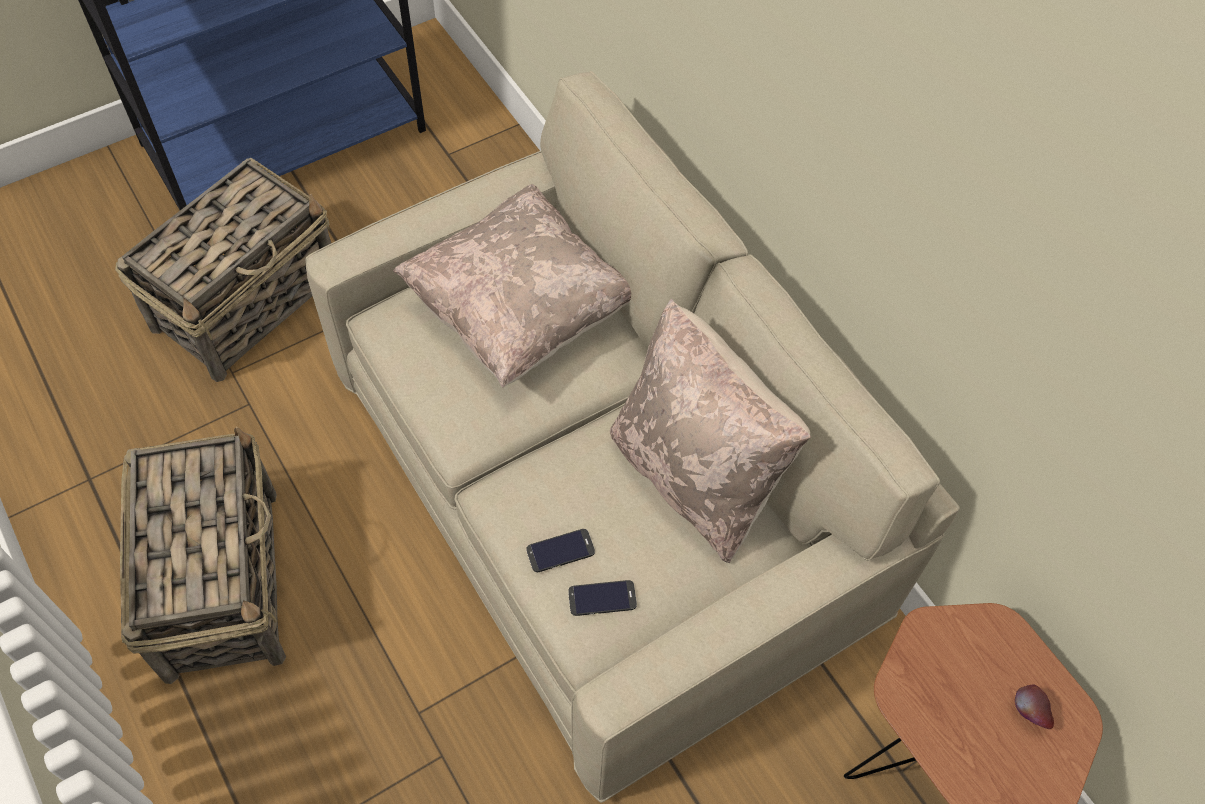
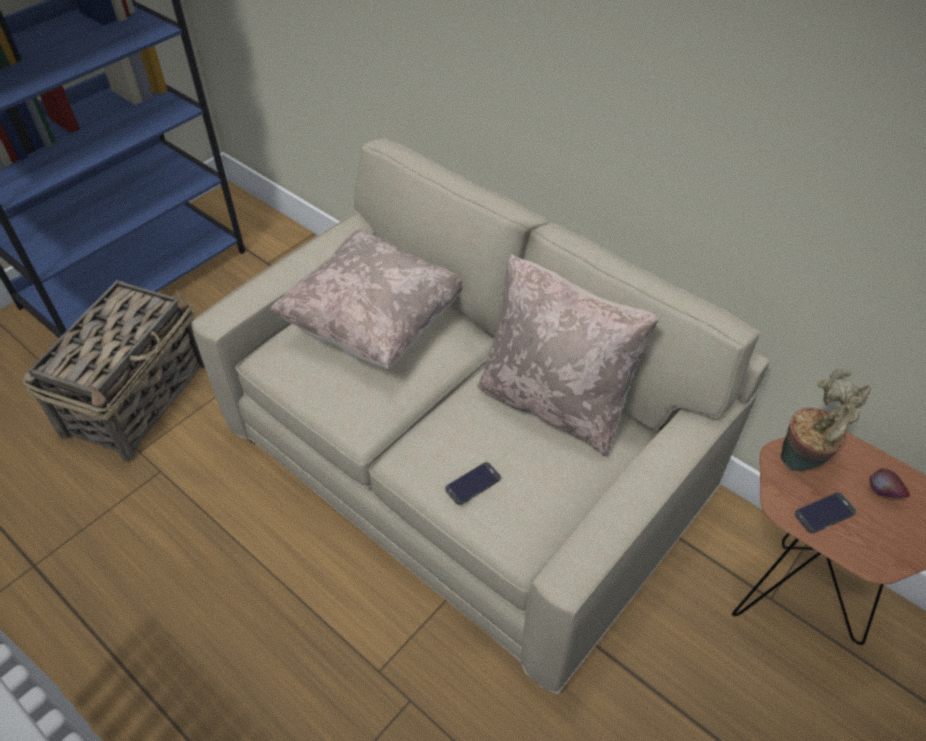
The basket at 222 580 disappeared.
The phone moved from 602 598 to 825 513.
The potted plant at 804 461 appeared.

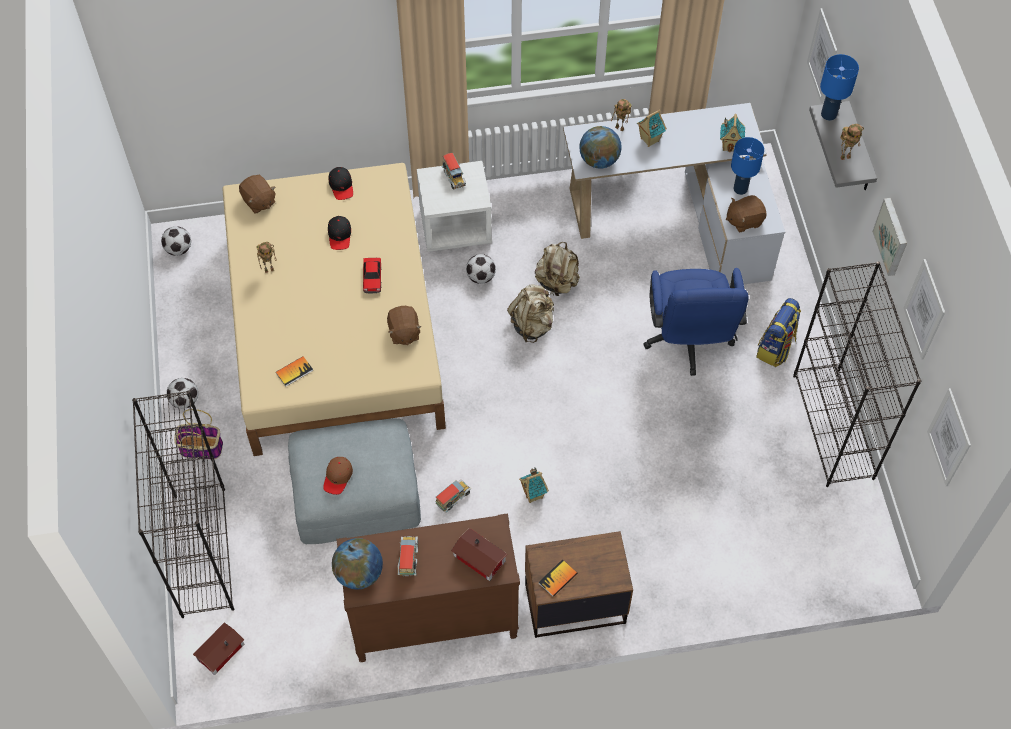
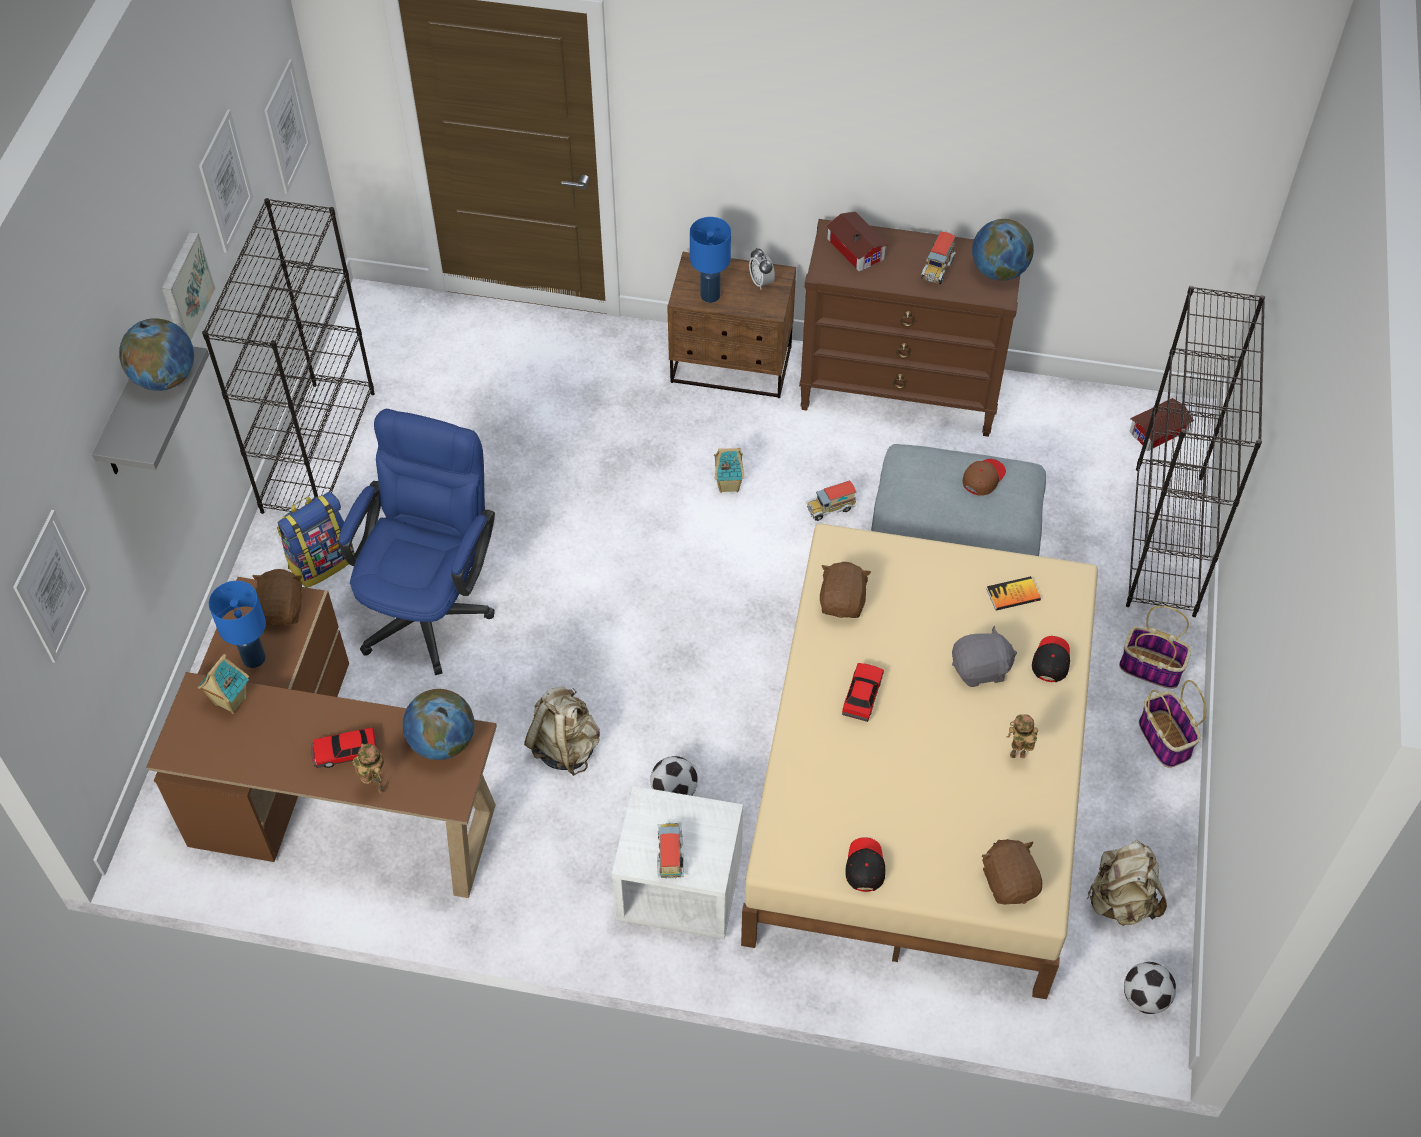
The blue table lamp moved from 828 114 to 710 296.
The white desk at 678 216 became the brown desk at 330 793.
The toy house at 649 140 was replaced by the toy car at 345 752.
The toy robot at 845 156 was replaced by the globe at 165 378.
The brown plush toy at 744 220 turned 90 degrees counterclockwise.
The black cap moved from 340 235 to 1051 661.
The beige backpack moved from 532 324 to 1121 900.
The football at 185 401 was replaced by the basket at 1165 740.
The book at 557 578 was replaced by the alarm clock at 761 282.
The grey plush toy at 980 669 appeared.

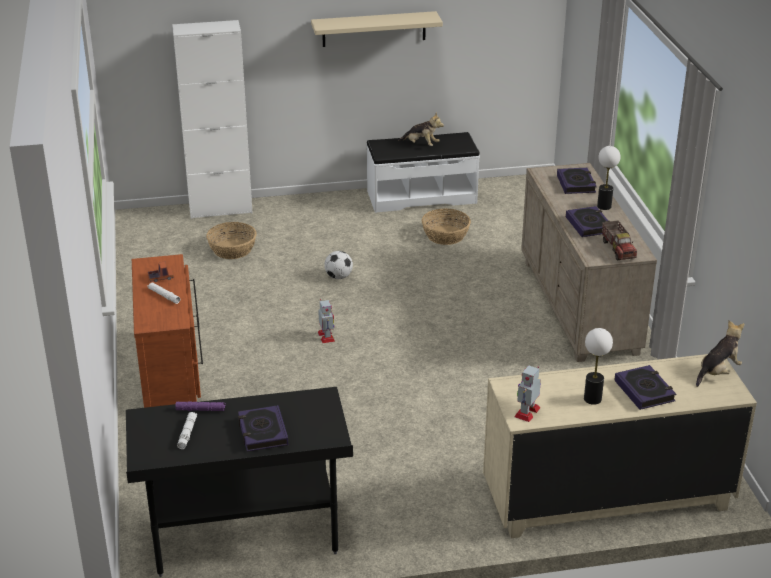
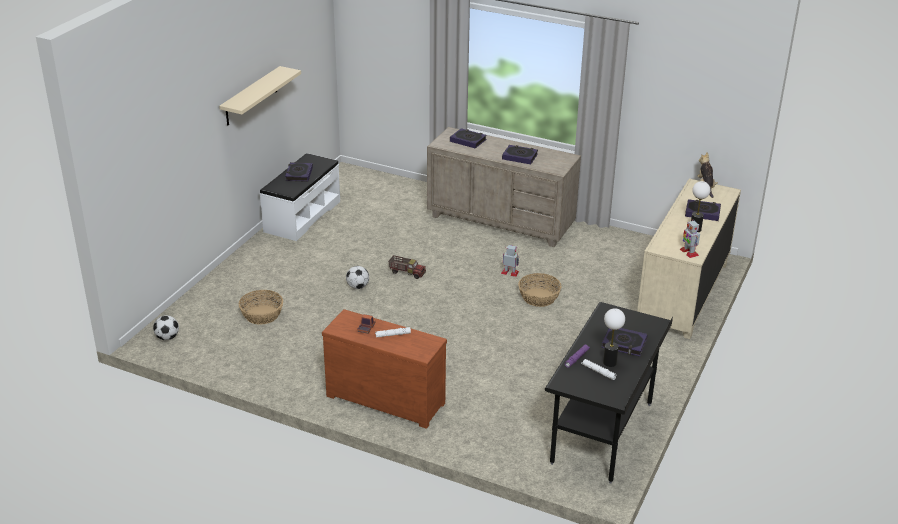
The white cabinet at 220 209 disappeared.
The plush toy at 421 144 was replaced by the book at 299 174.
The table lamp moved from 604 206 to 609 362.
The basket moved from 445 235 to 538 297.
The toy truck moved from 618 249 to 407 272.
The toy robot moved from 326 336 to 510 272.
The football at 167 337 appeared.

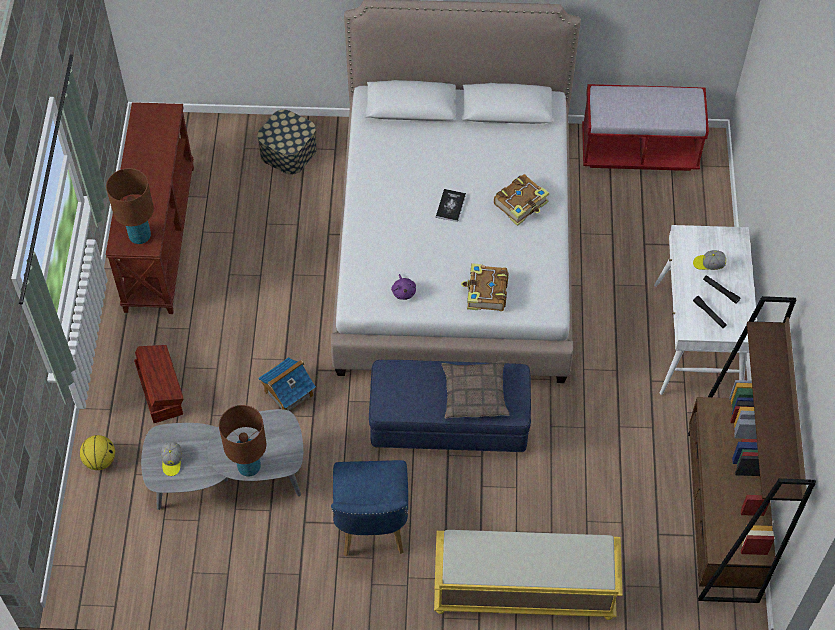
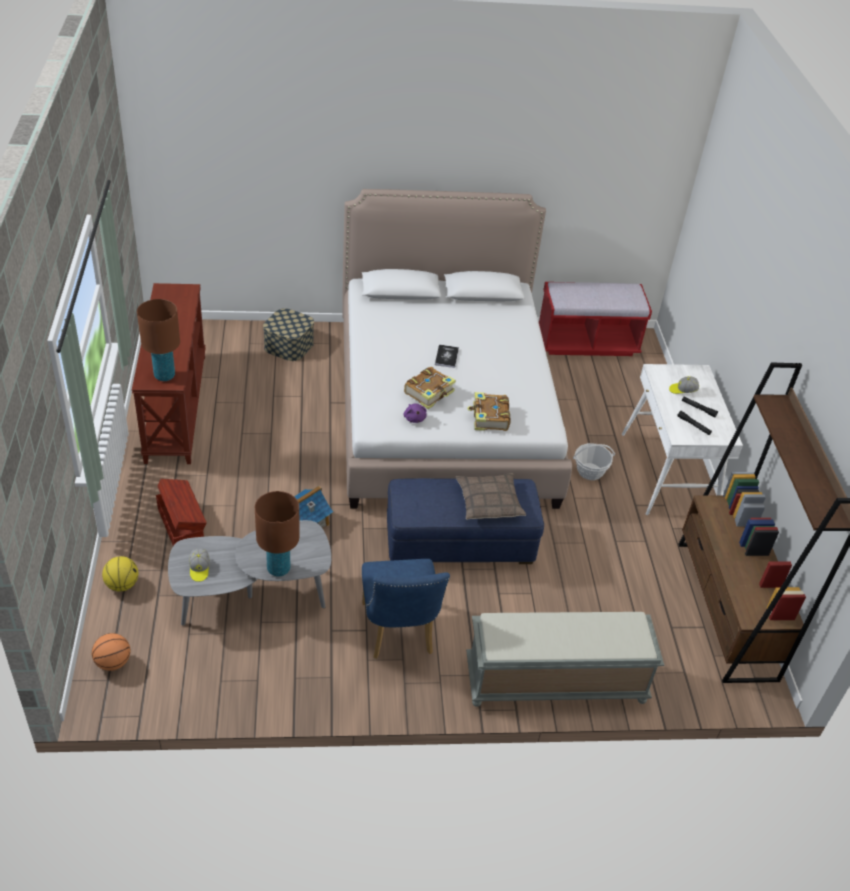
The book moved from 521 204 to 430 393.
The yellow bench at 523 591 became the grey bench at 554 682.
The basket at 590 471 appeared.
The basketball at 113 662 appeared.

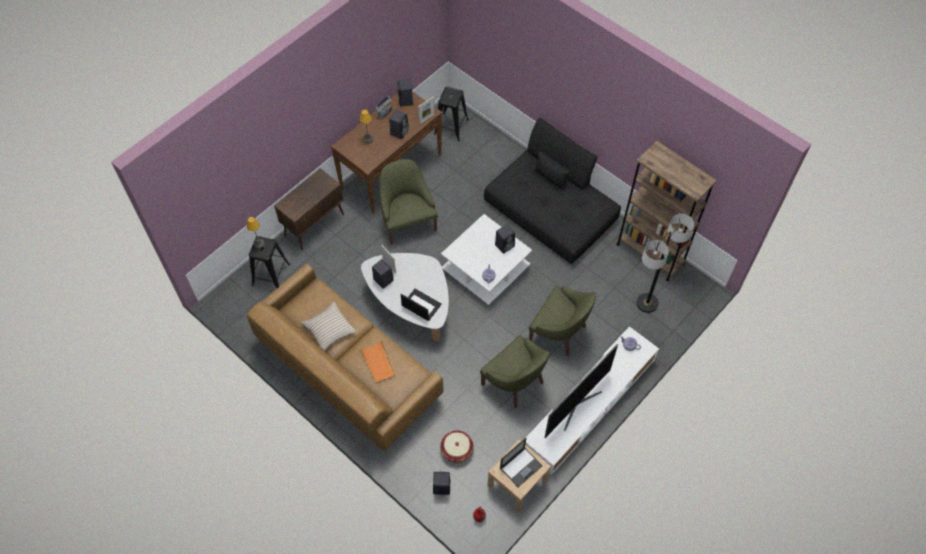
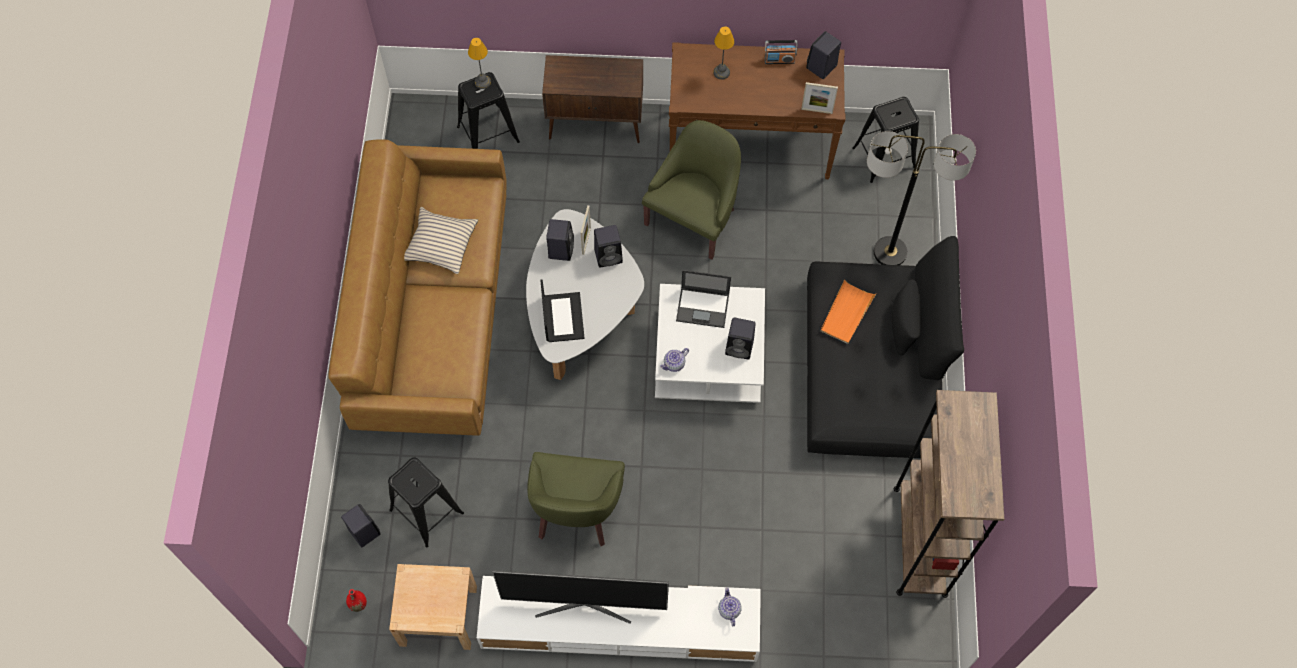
The black speaker moved from 399 131 to 609 255.
The floor lamp moved from 647 303 to 890 252.
The green armchair at 559 332 disappeared.
The orange tray moved from 378 363 to 846 313.
The basket at 456 450 was replaced by the black stool at 427 512.
The laptop moved from 521 466 to 703 307.

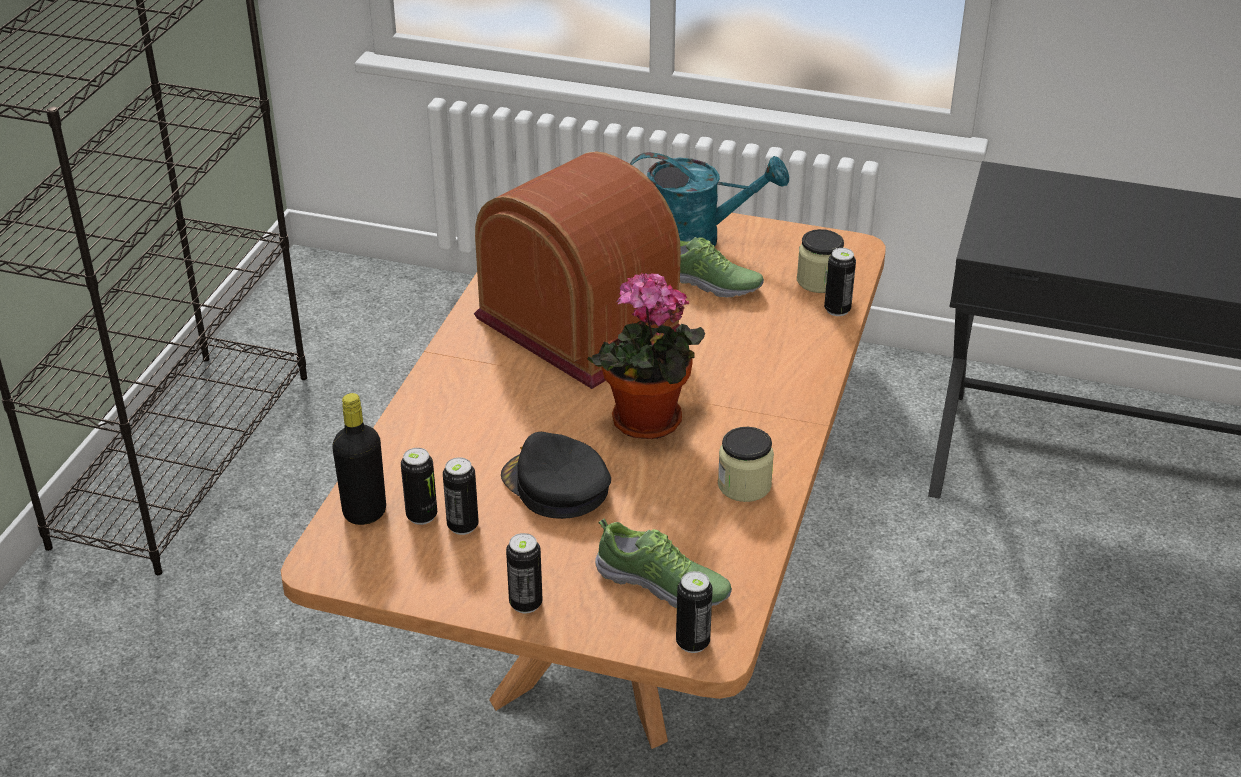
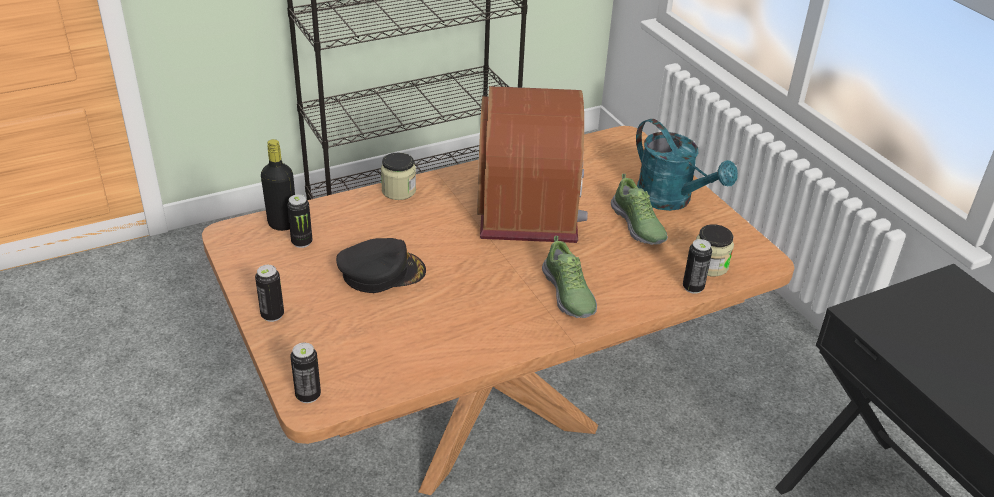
The potted plant at 645 424 disappeared.
The jar moved from 744 485 to 398 191.
The black cap at 555 486 turned 75 degrees clockwise.
The can at 463 526 disappeared.
The shoe moved from 663 585 to 568 294.

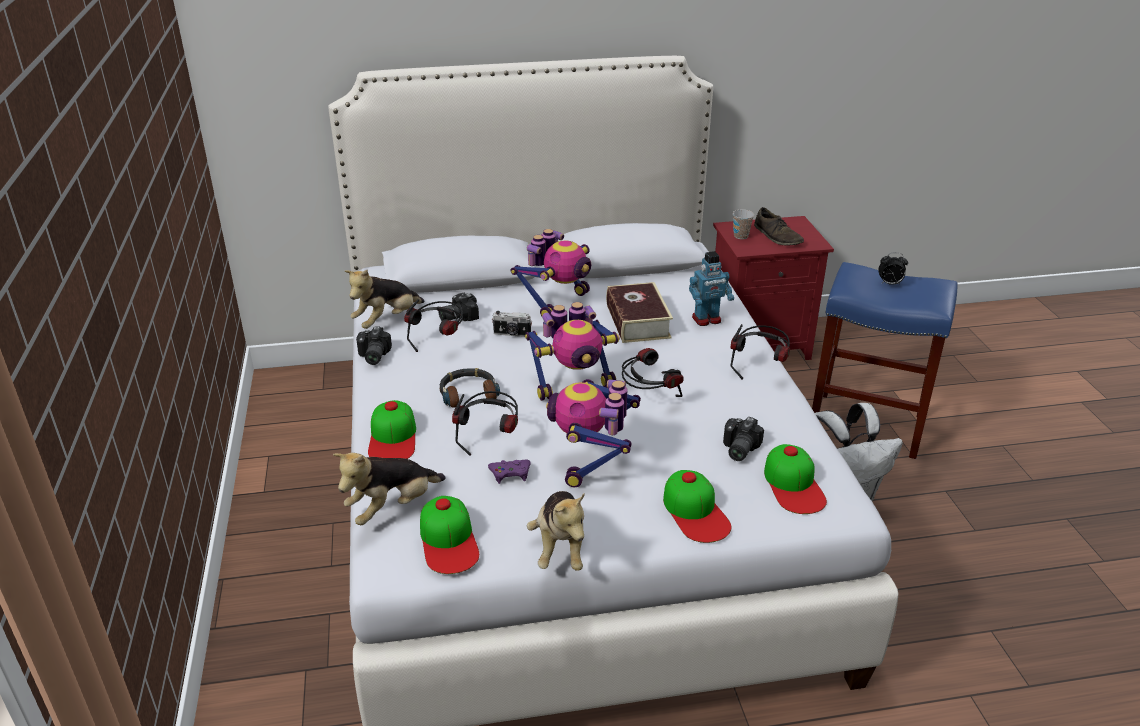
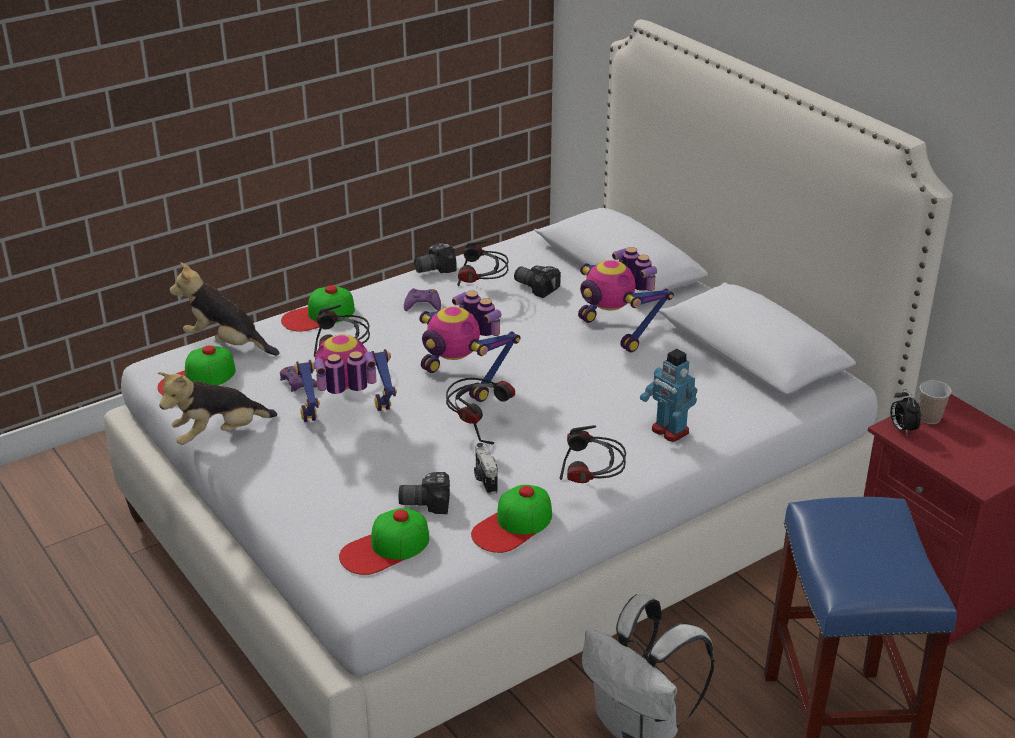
The brown shoe at 777 236 disappeared.
The toy robot at 557 302 turned 45 degrees clockwise.
The alarm clock moved from 889 284 to 902 429.
The plush toy at 387 320 disappeared.
The book at 637 321 disappeared.
The photo camera moved from 512 334 to 484 480.
The headphones at 468 393 disappeared.
The cap moved from 695 512 to 513 525.
The purple game controller at 423 304 appeared.

